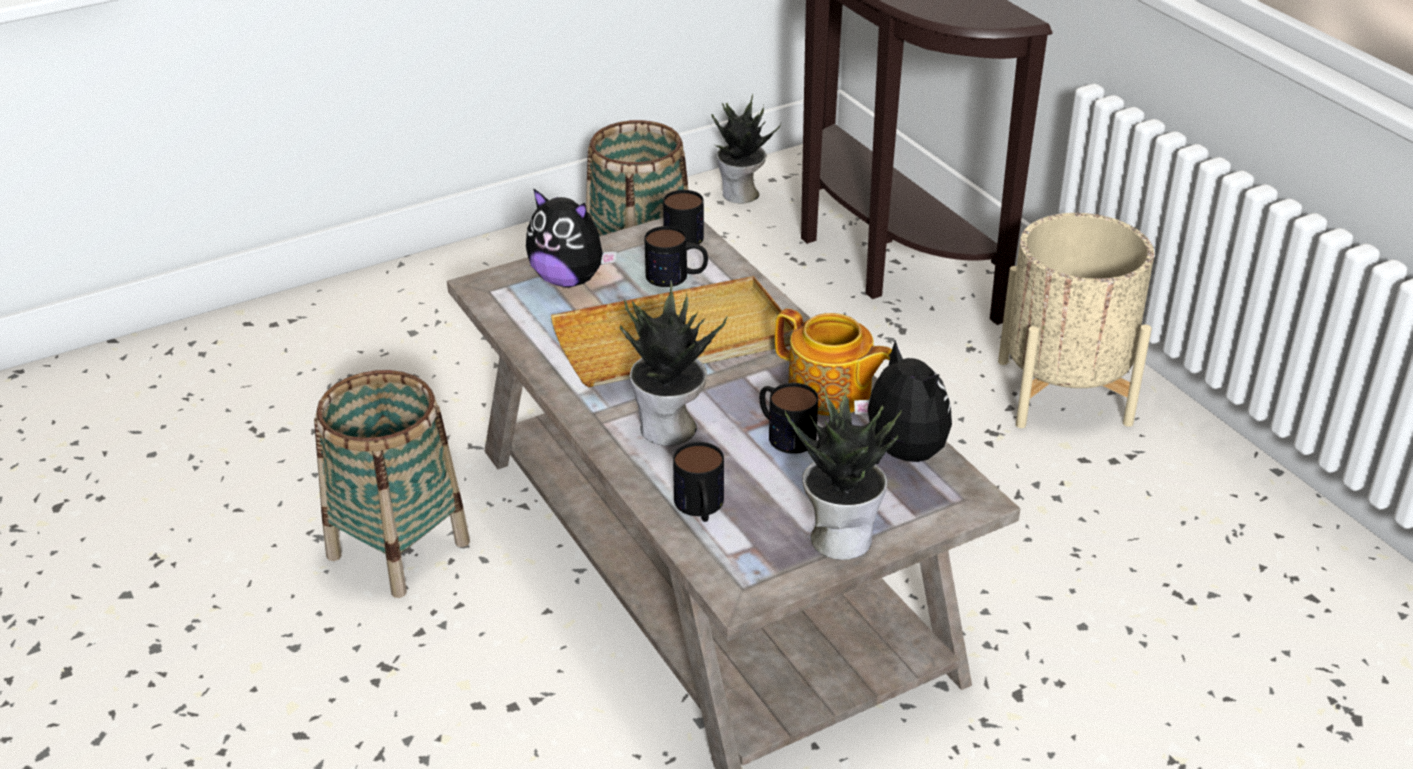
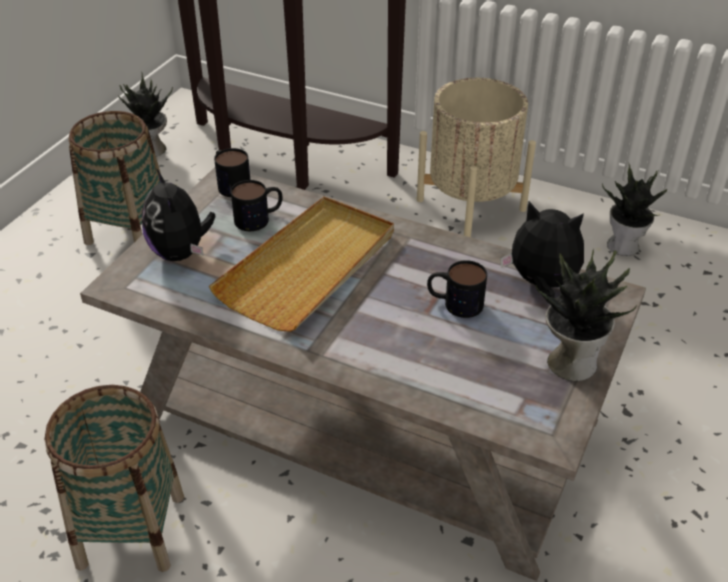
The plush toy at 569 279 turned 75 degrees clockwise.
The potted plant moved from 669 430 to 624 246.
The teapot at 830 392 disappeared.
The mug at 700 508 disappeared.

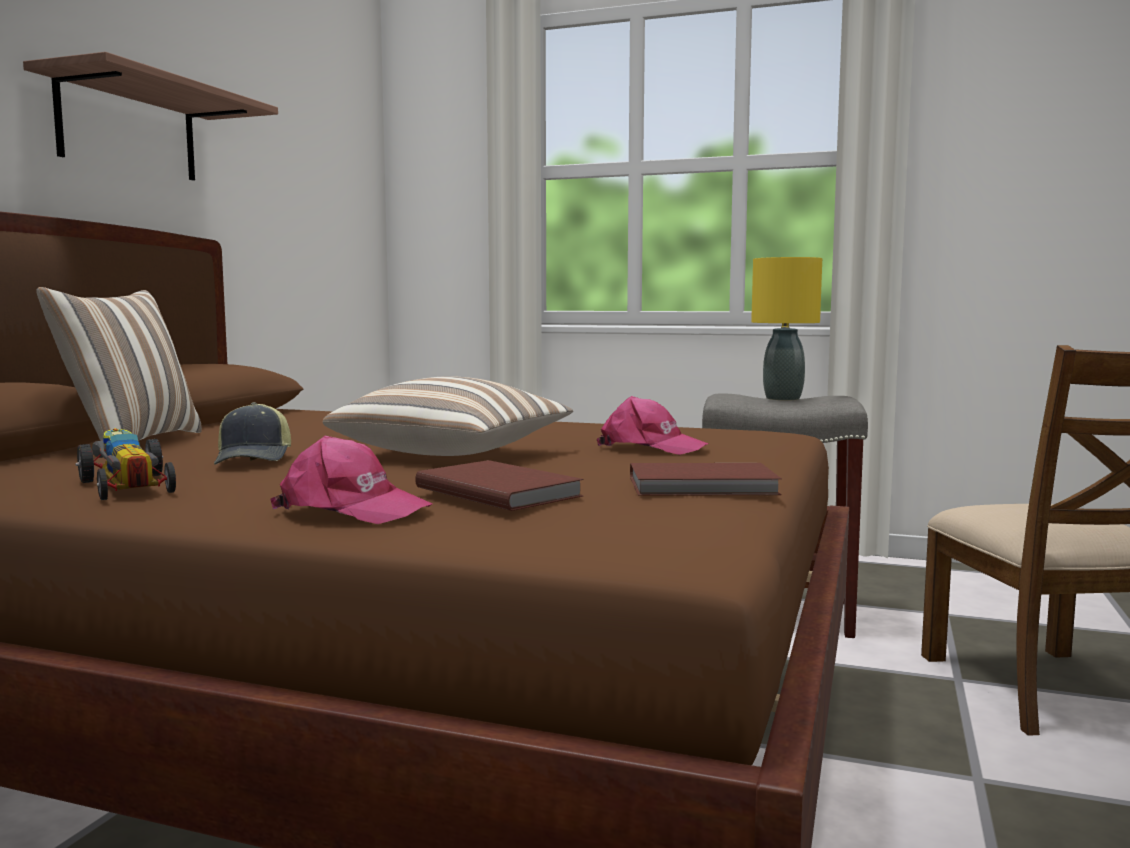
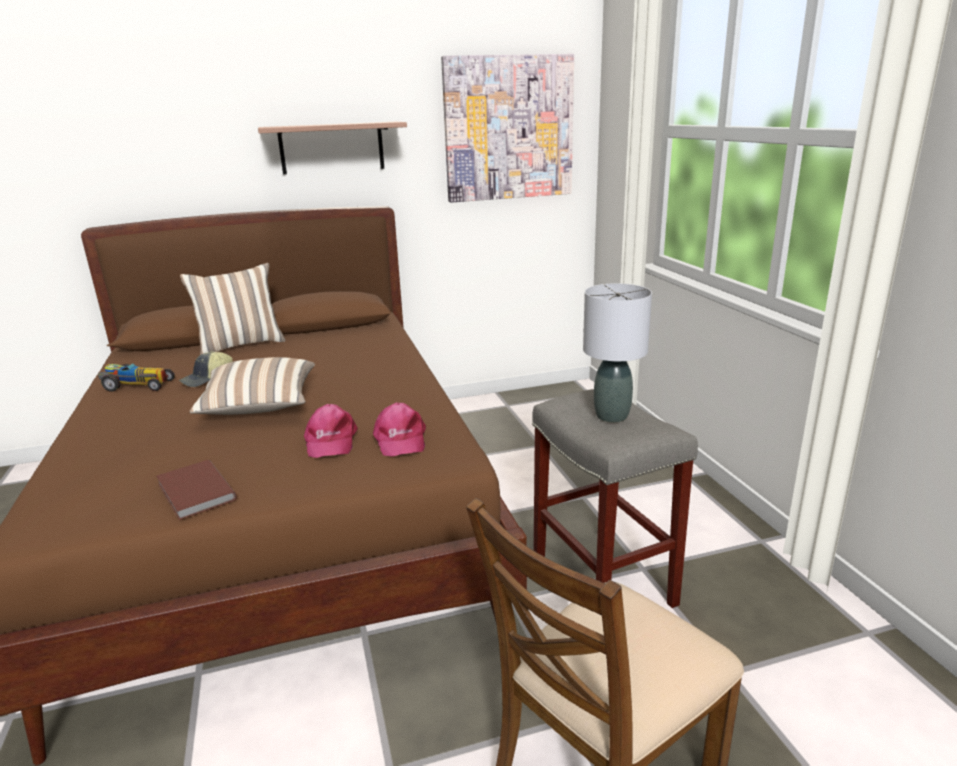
The yellow table lamp at 783 398 became the grey table lamp at 611 416.
The toy car at 127 485 turned 105 degrees counterclockwise.
The pink cap moved from 351 509 to 400 439.
The brown book at 499 491 disappeared.
The picture at 508 129 appeared.

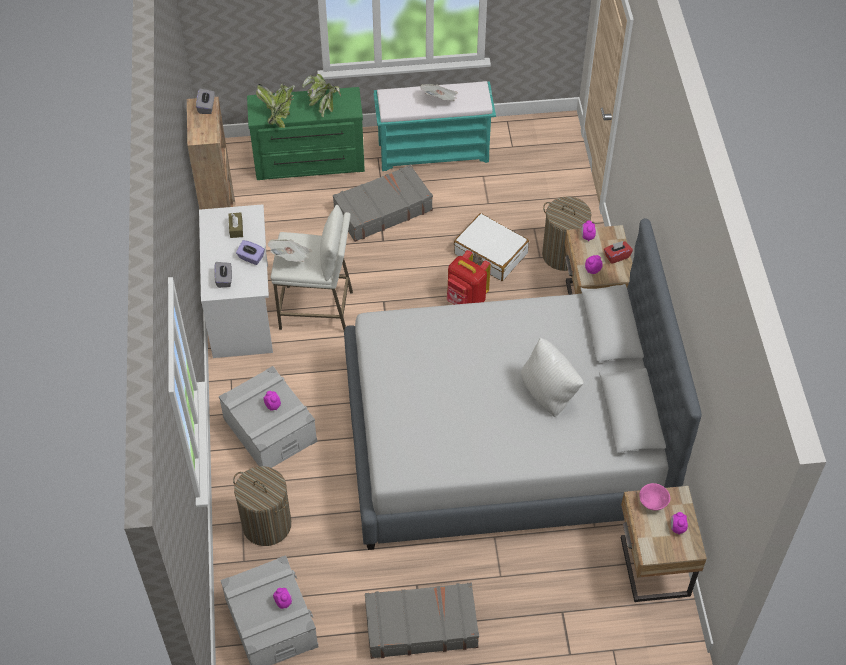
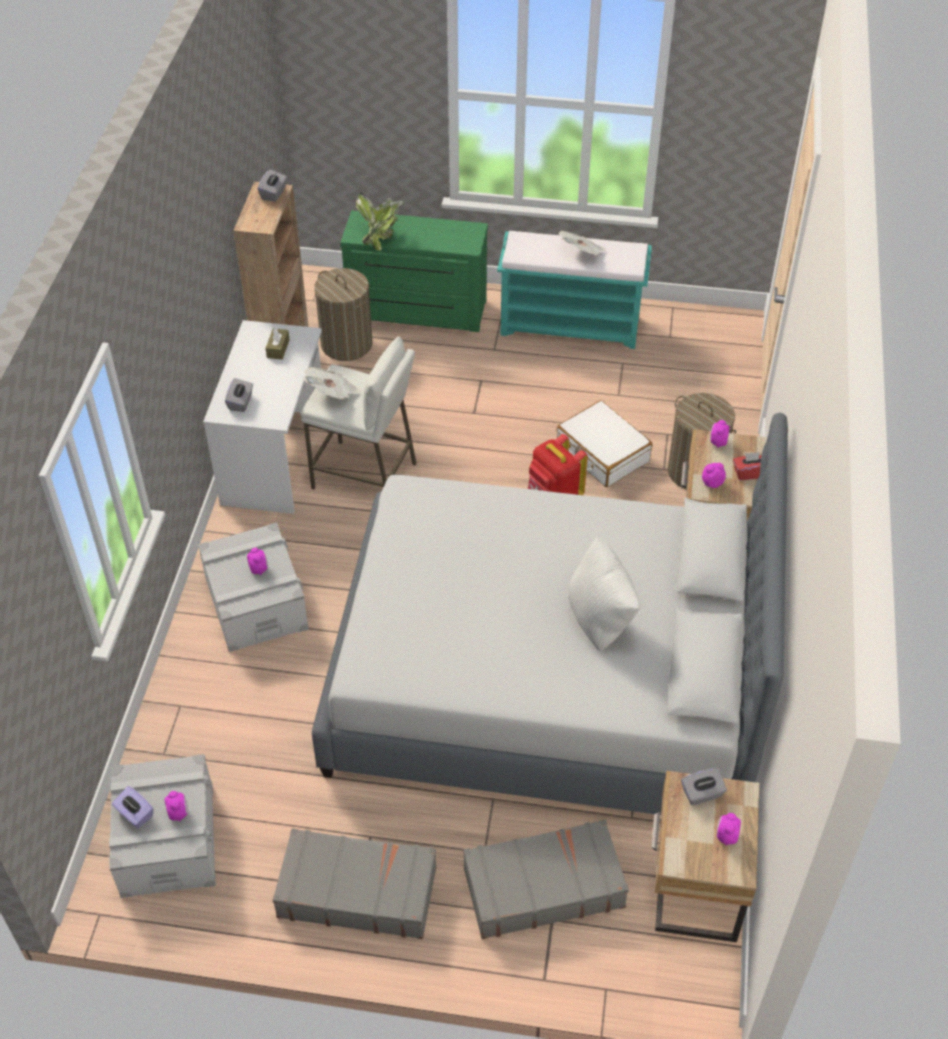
The potted plant at 324 104 disappeared.
The grey suitcase moved from 382 210 to 543 886.
The purple tissue box moved from 251 258 to 135 814.
The laundry basket moved from 266 524 to 346 344.
The pink bowl at 652 502 was replaced by the grey tissue box at 702 794.

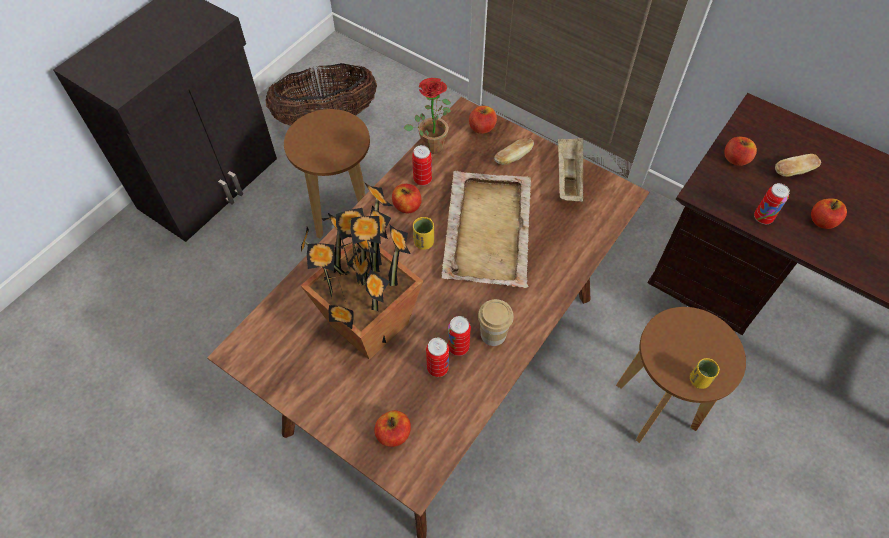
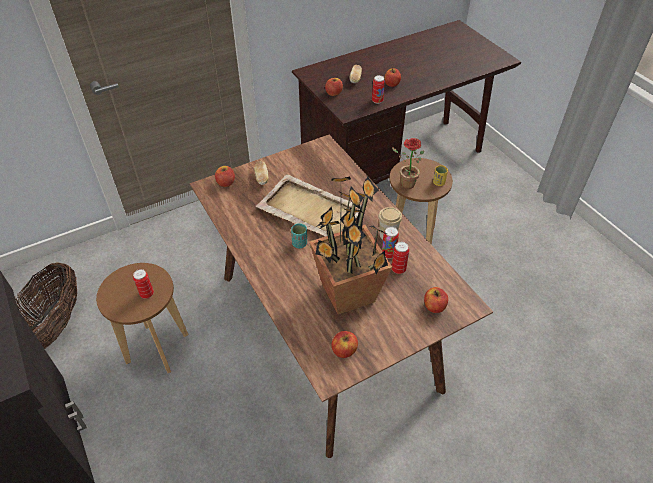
The potted plant moved from 433 142 to 404 184.
The beige tray at 568 177 disappeared.
The can moved from 422 180 to 147 294.
The apple moved from 407 206 to 344 350.
The yellow cup at 424 242 became the turquoise cup at 299 244.

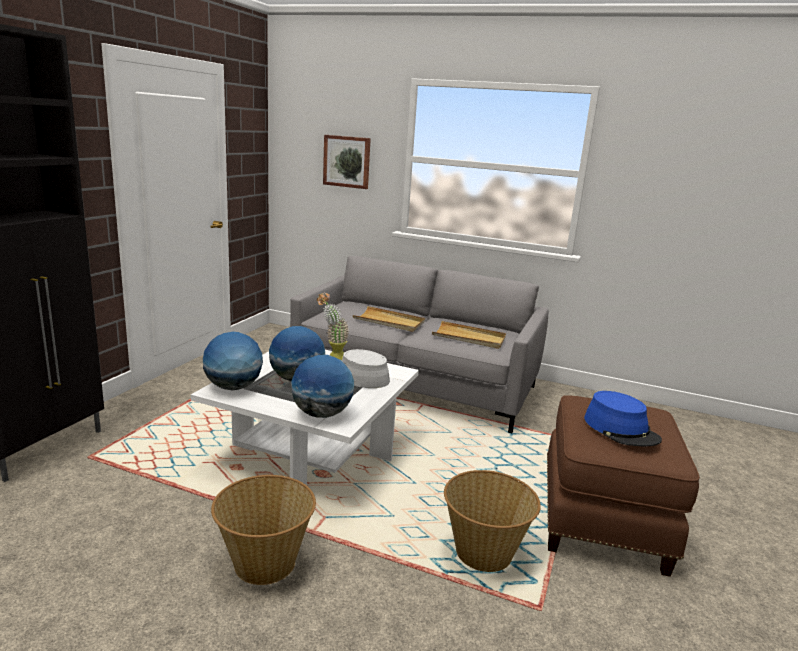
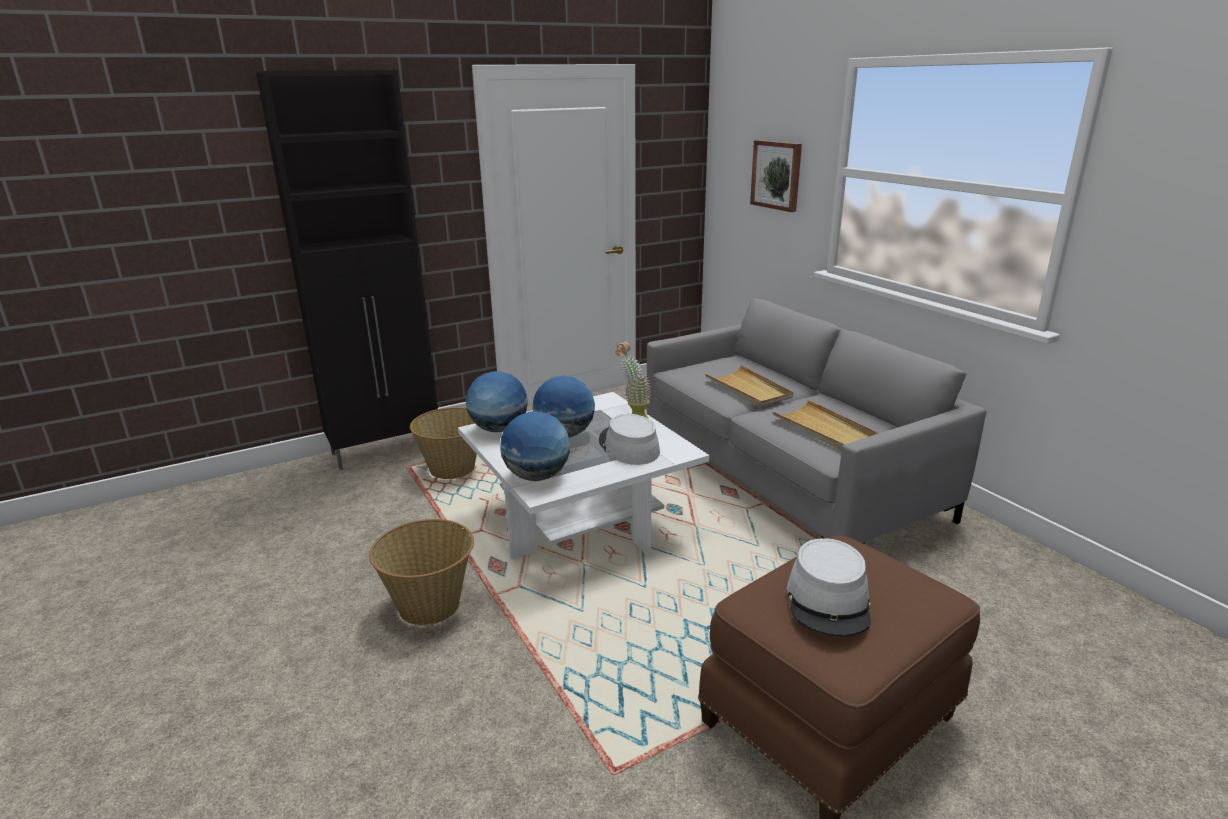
The blue hat at 621 429 became the grey hat at 829 601.
The basket moved from 484 552 to 453 469.

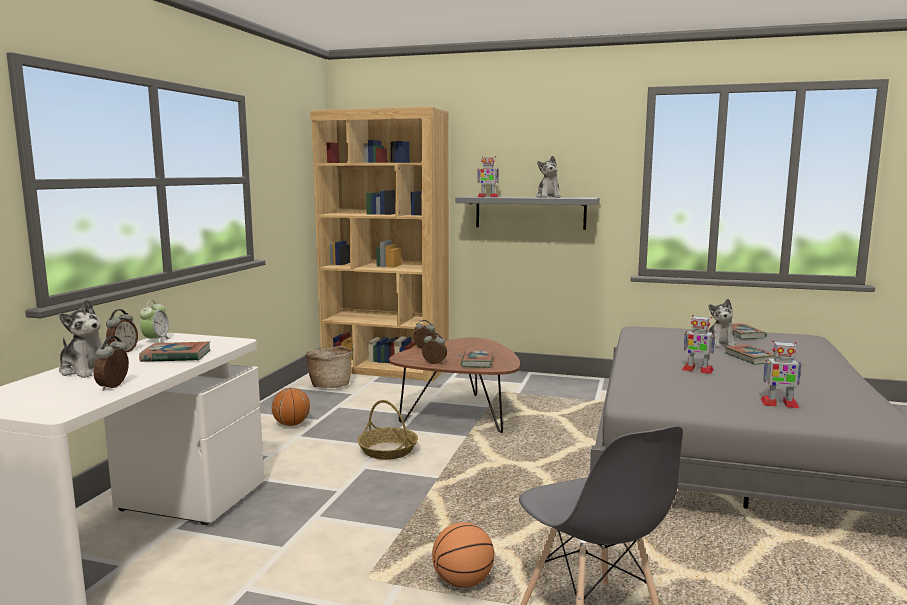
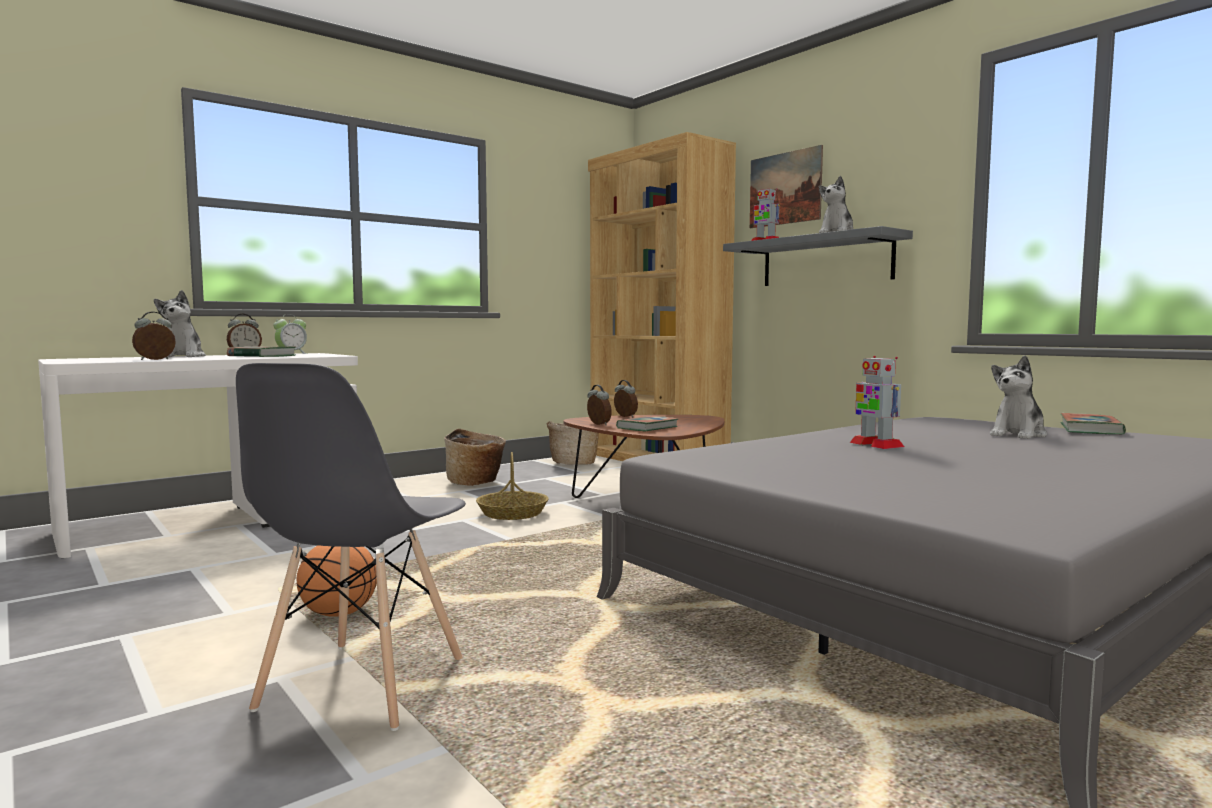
The toy robot at 779 403 disappeared.
The book at 751 357 disappeared.
The basketball at 291 424 was replaced by the basket at 476 483.
The picture at 785 188 appeared.

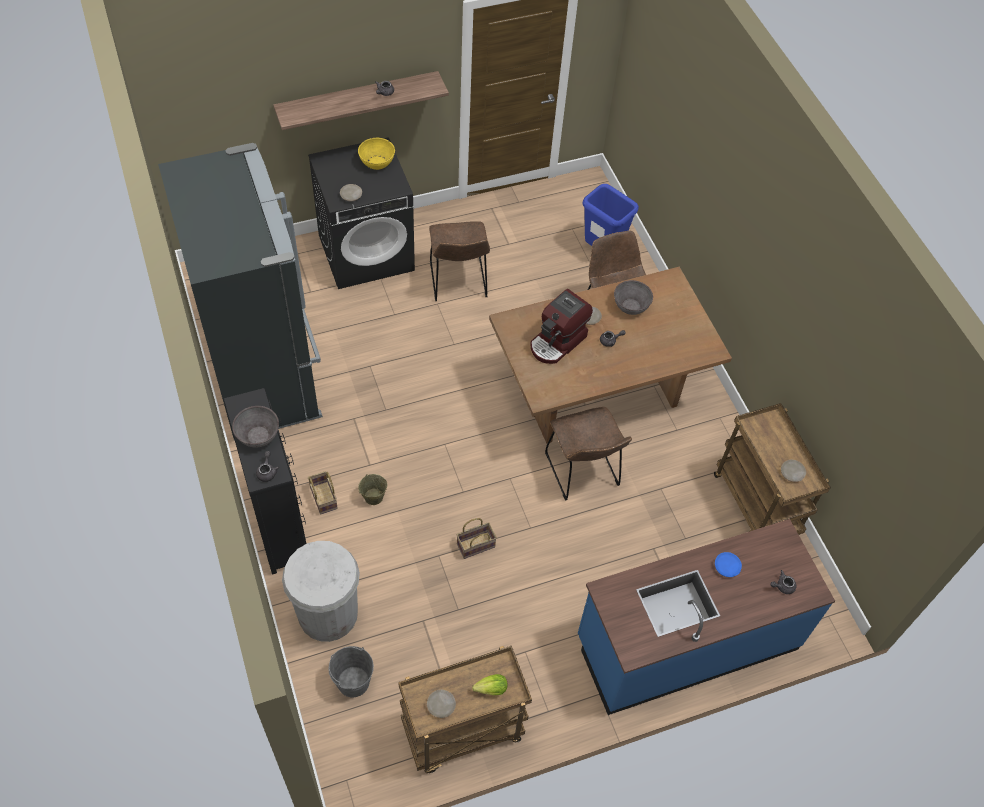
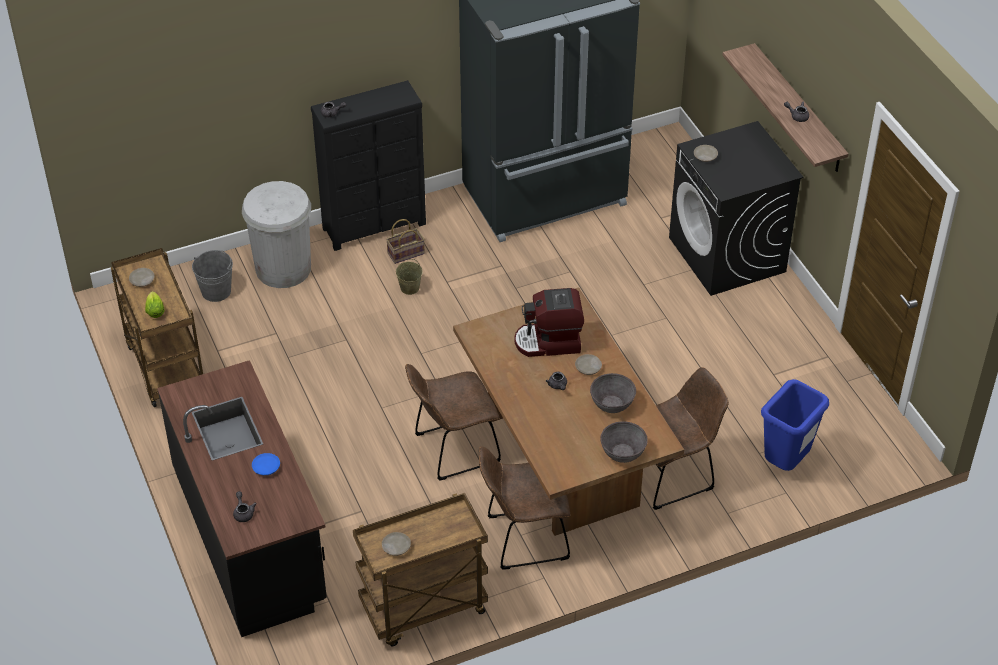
The yellow bowl at 377 162 disappeared.
The brown chair moved from 458 282 to 523 539.
The coffee machine at 558 342 turned 45 degrees counterclockwise.
The grey bowl moved from 258 435 to 623 452.
The basket at 476 544 disappeared.
The blue counter at 686 642 became the black counter at 251 537.

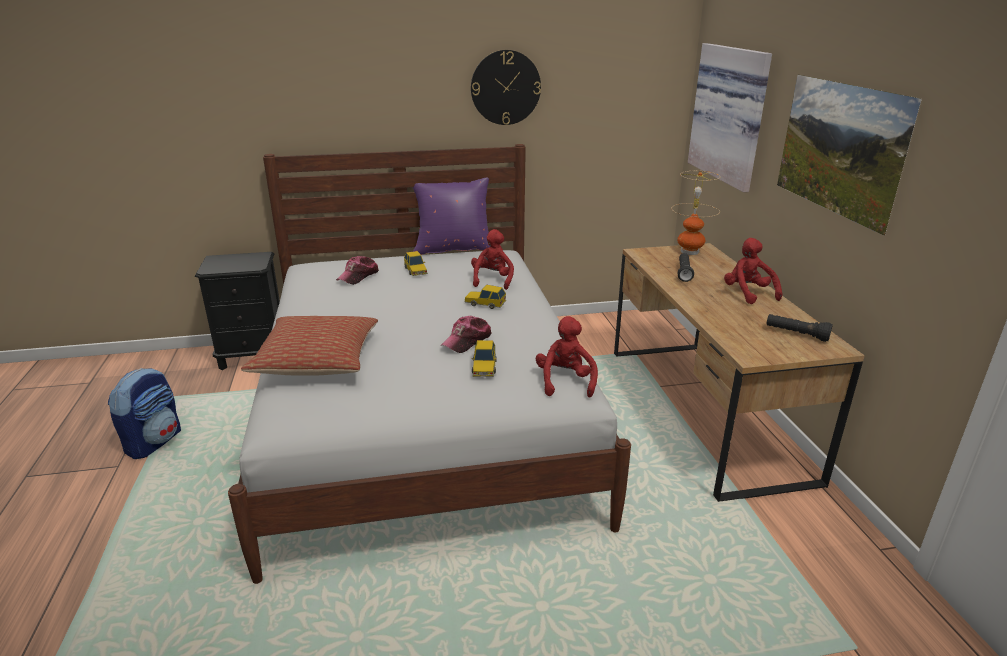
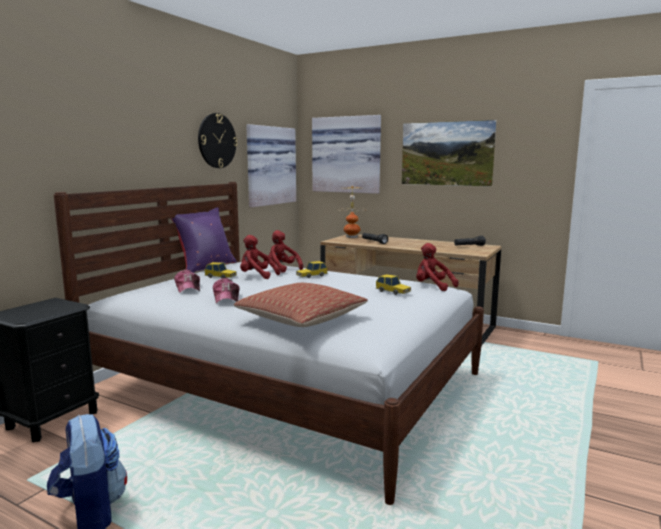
The red plush toy moved from 748 294 to 256 276.
The cap moved from 467 340 to 226 297.
The picture at 269 166 appeared.

